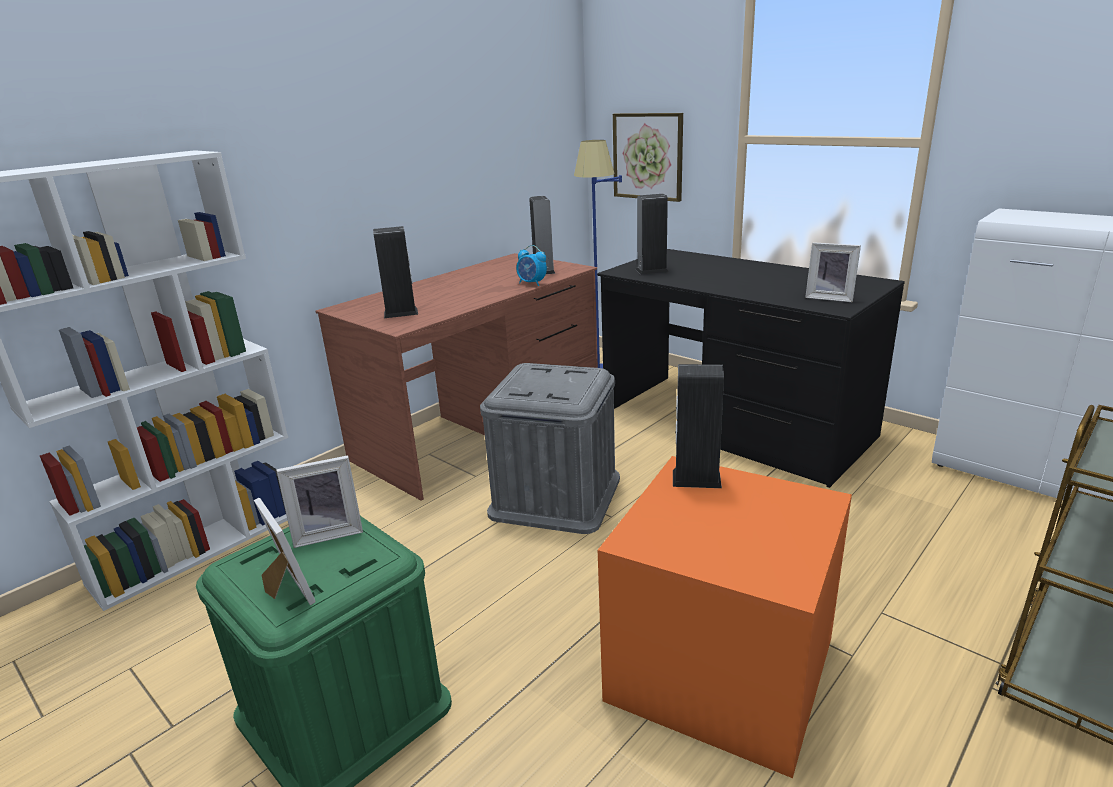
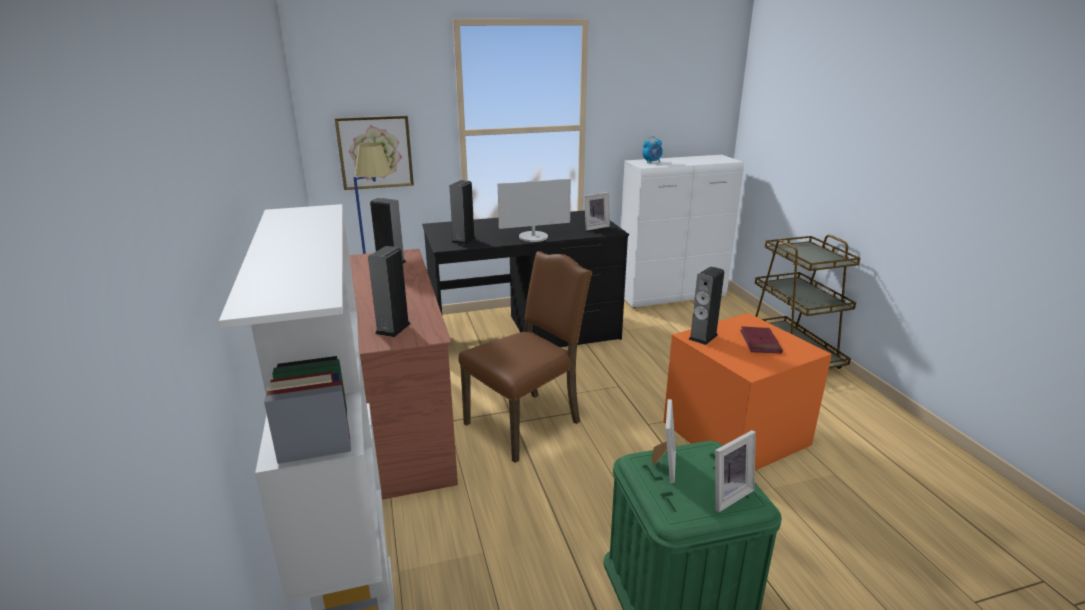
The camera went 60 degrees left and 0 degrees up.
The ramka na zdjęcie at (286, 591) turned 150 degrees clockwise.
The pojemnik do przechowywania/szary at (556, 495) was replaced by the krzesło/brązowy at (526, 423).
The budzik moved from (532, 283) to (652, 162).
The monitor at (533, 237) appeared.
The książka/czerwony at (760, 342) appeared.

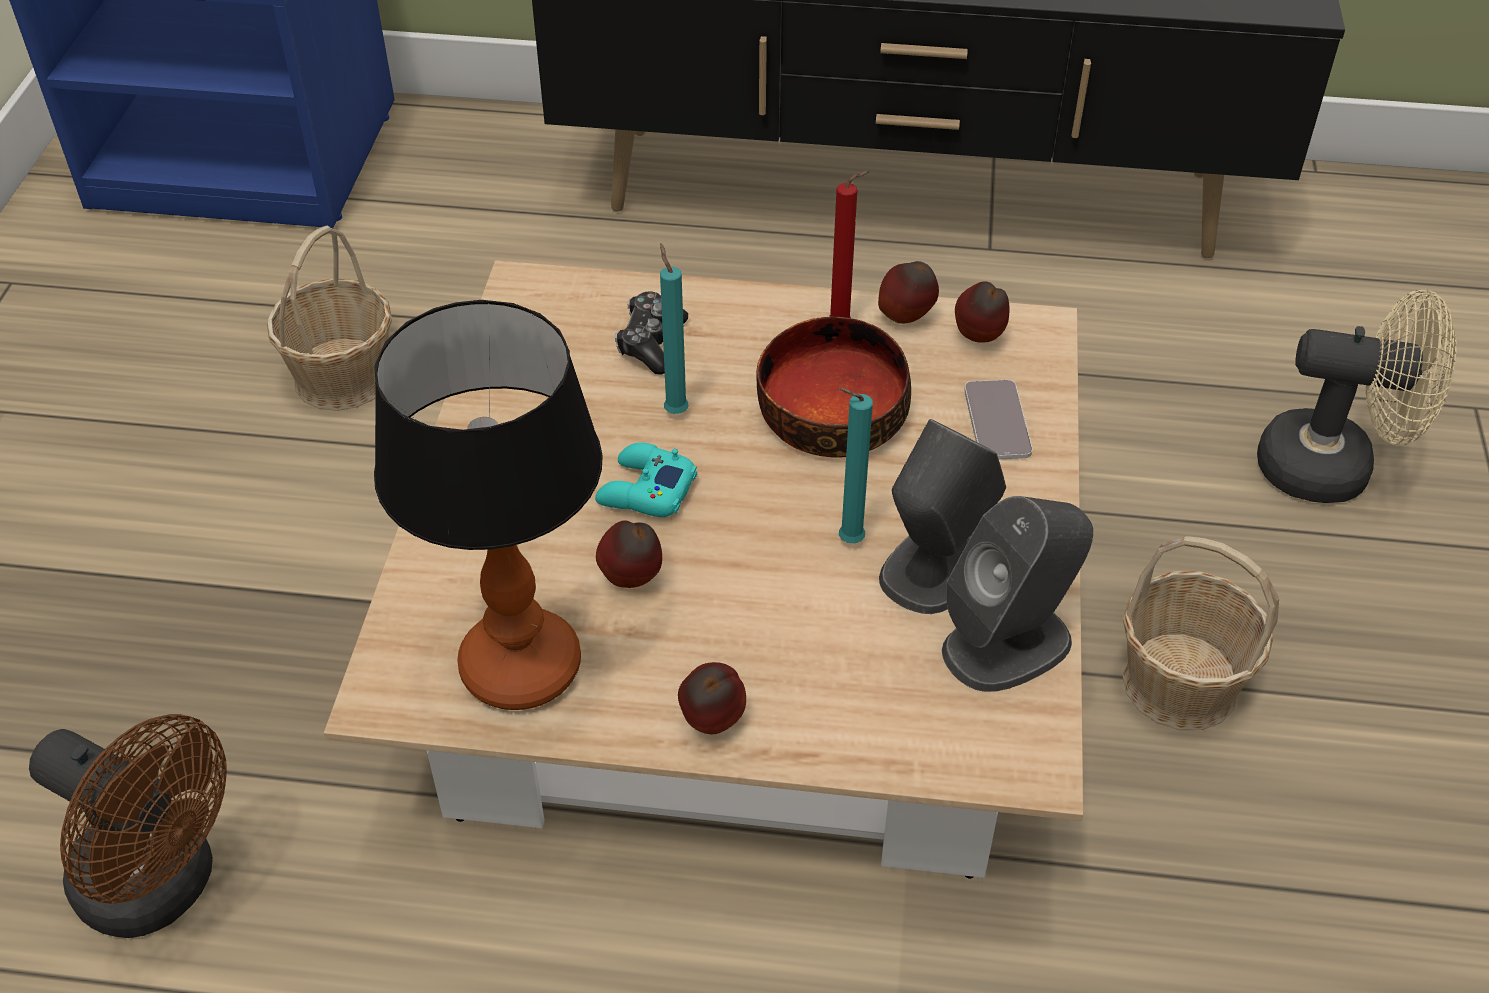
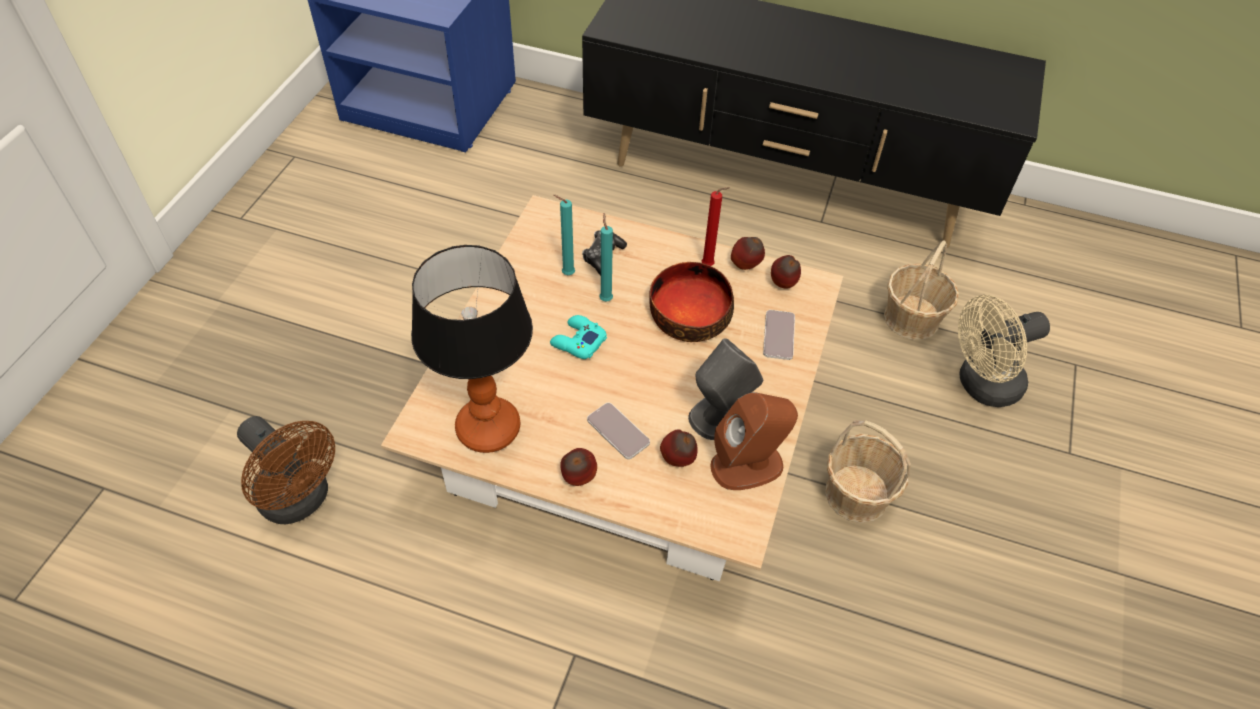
The camera went 10 degrees right and 5 degrees up.
The koszyk moved from (343, 376) to (912, 318).
The jabłko moved from (632, 580) to (678, 460).
The świeca/turkusowy moved from (846, 541) to (566, 274).
The głośnik/szary at (1008, 644) became the głośnik/brązowy at (748, 465).
The wentylator/beżowy at (1333, 468) turned 135 degrees clockwise.
The telefon at (618, 431) appeared.

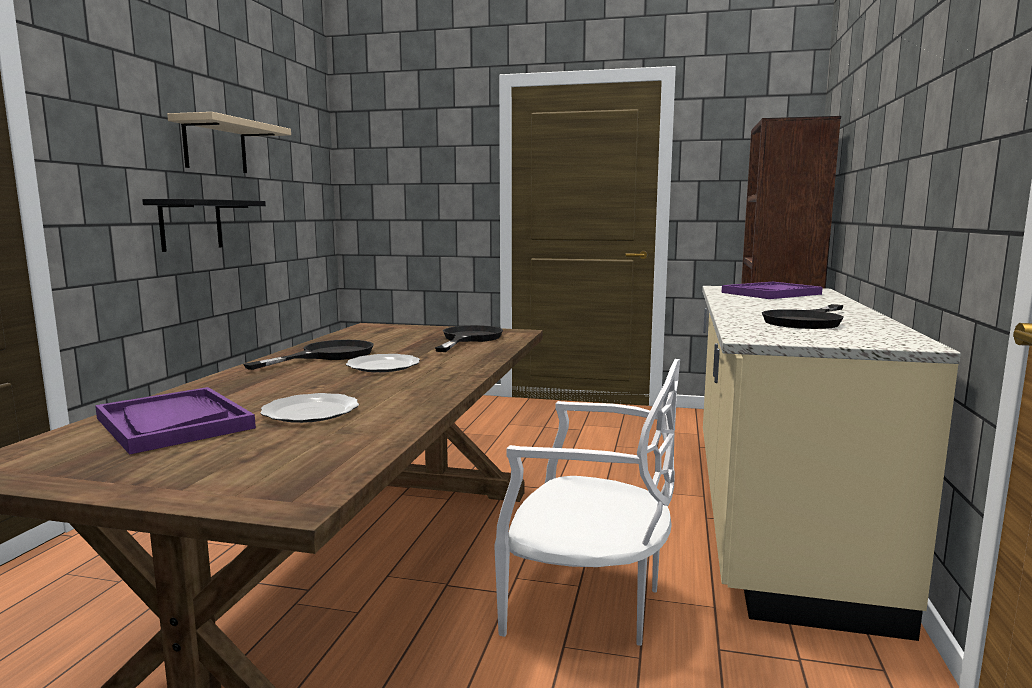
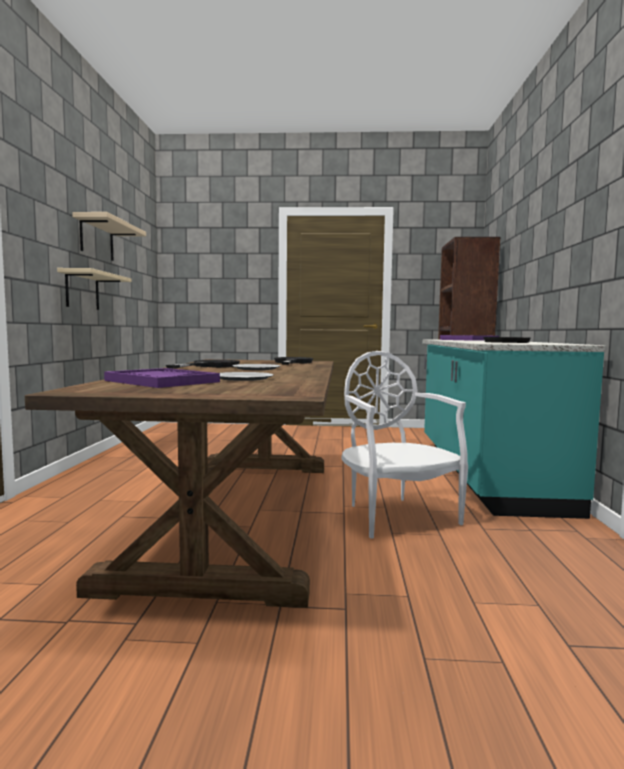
The camera went 10 degrees left and 5 degrees down.
The półka/czarny at (191, 224) became the półka/beżowy at (82, 290).
The krzesło/biały at (588, 604) turned 120 degrees counterclockwise.
The zabudowa kuchenna/beżowy at (774, 515) became the zabudowa kuchenna/turkusowy at (484, 472).

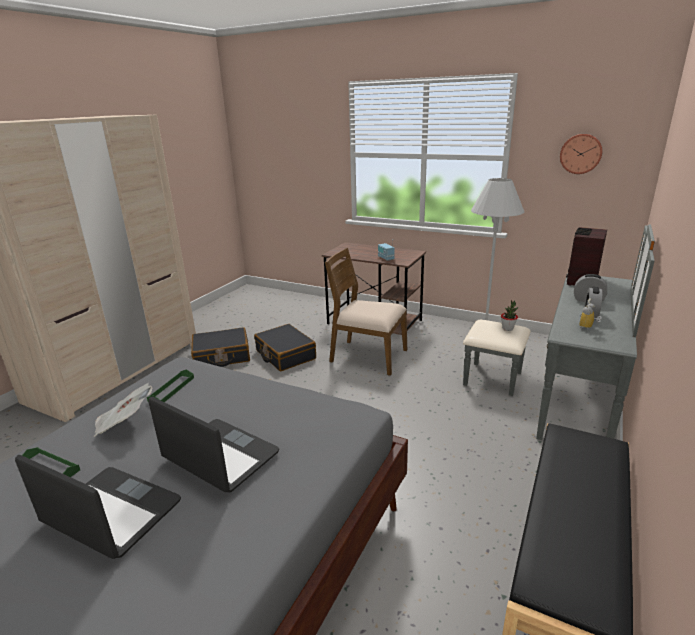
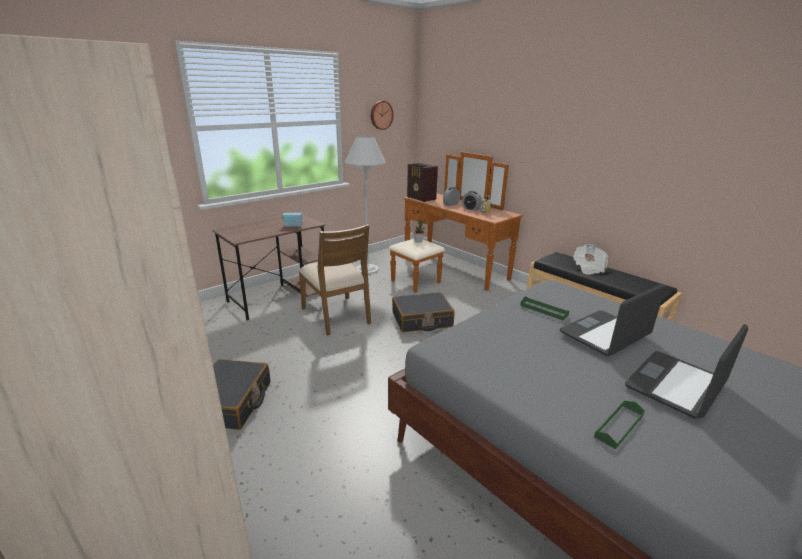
The camera went 70 degrees left and 0 degrees up.
The gazeta moved from (125, 423) to (588, 268).
The taca/zielony moved from (171, 389) to (544, 310).
The walizka/czarny moved from (285, 355) to (422, 320).
The krzesło/brązowy at (367, 356) turned 75 degrees counterclockwise.
The komoda/szary at (557, 393) became the komoda/brązowy at (446, 270).

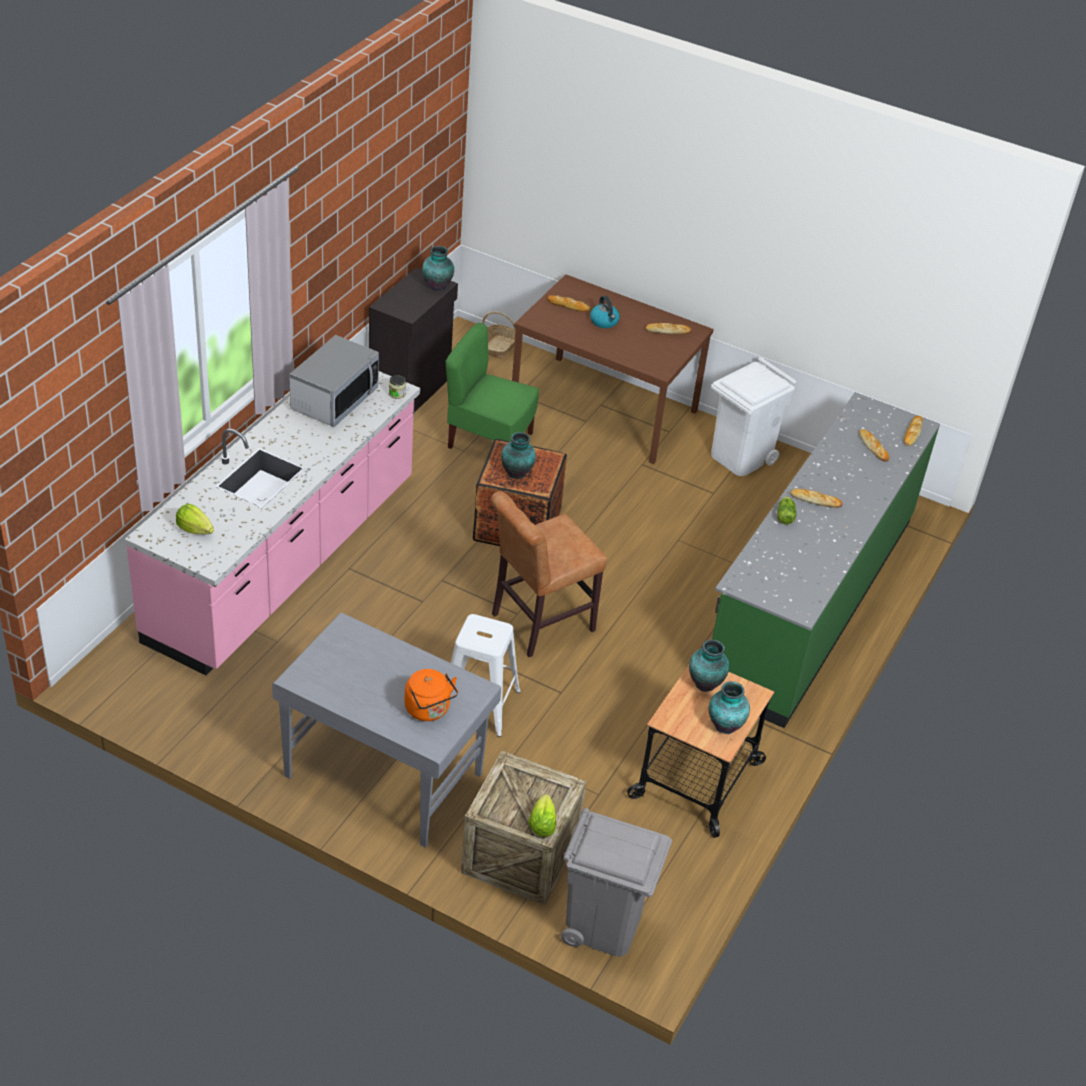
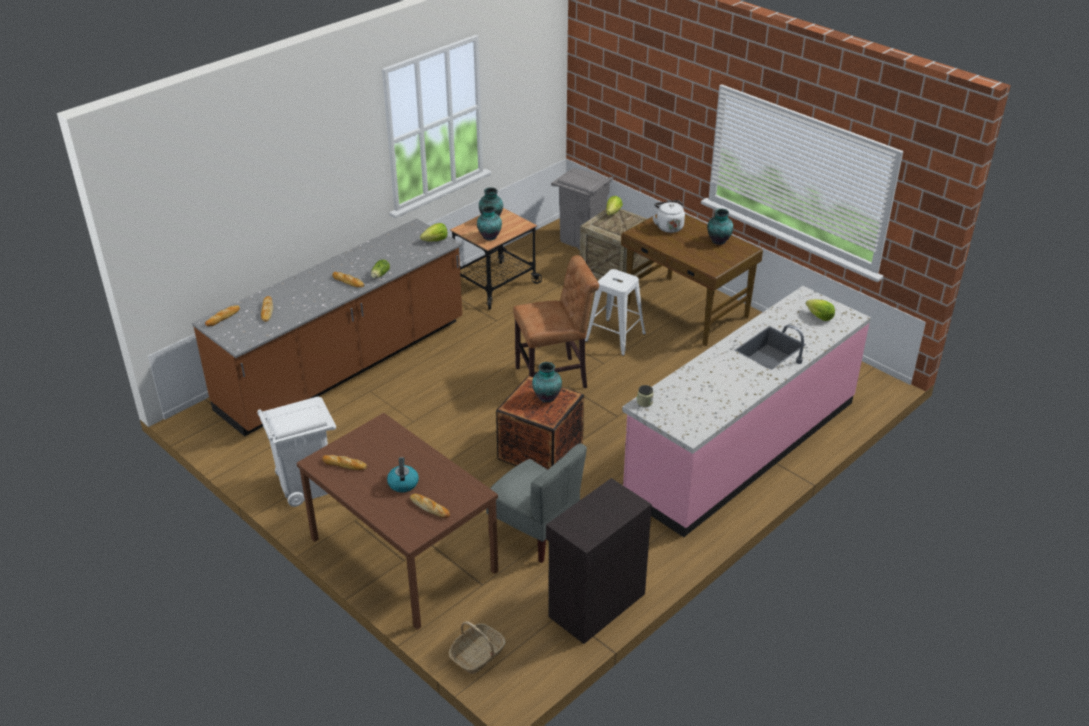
The camera went 160 degrees left and 5 degrees down.
The biurko/szary at (383, 774) became the biurko/brązowy at (686, 311).
The mikrofalówka at (334, 399) disappeared.
The czajnik/pomarańczowy at (429, 710) became the czajnik/biały at (668, 226).
The wazon moved from (437, 286) to (718, 241).
The krzesło/zielony at (489, 442) became the krzesło/szary at (535, 532).
The zabudowa kuchenna/zielony at (809, 601) became the zabudowa kuchenna/brązowy at (344, 366).
The sałata at (435, 240) appeared.

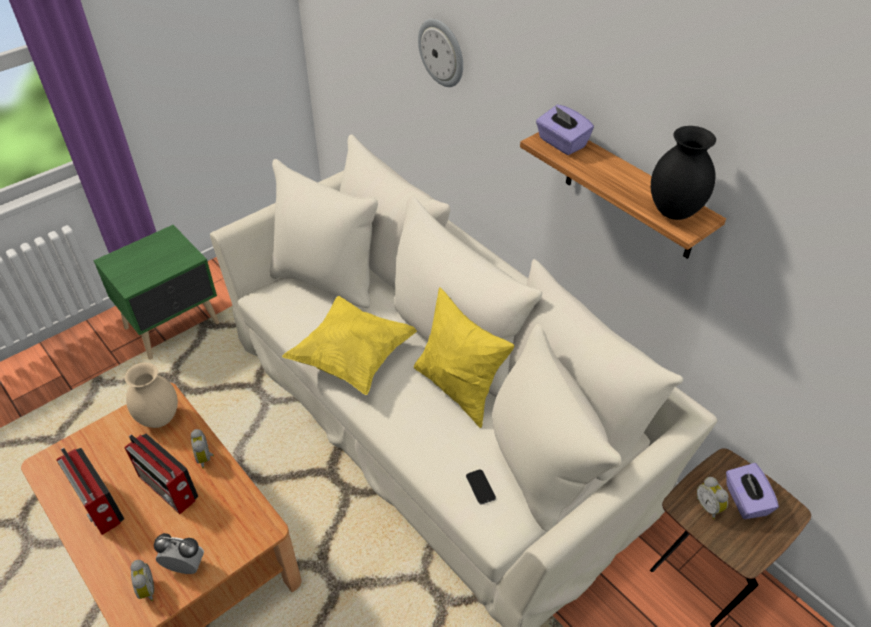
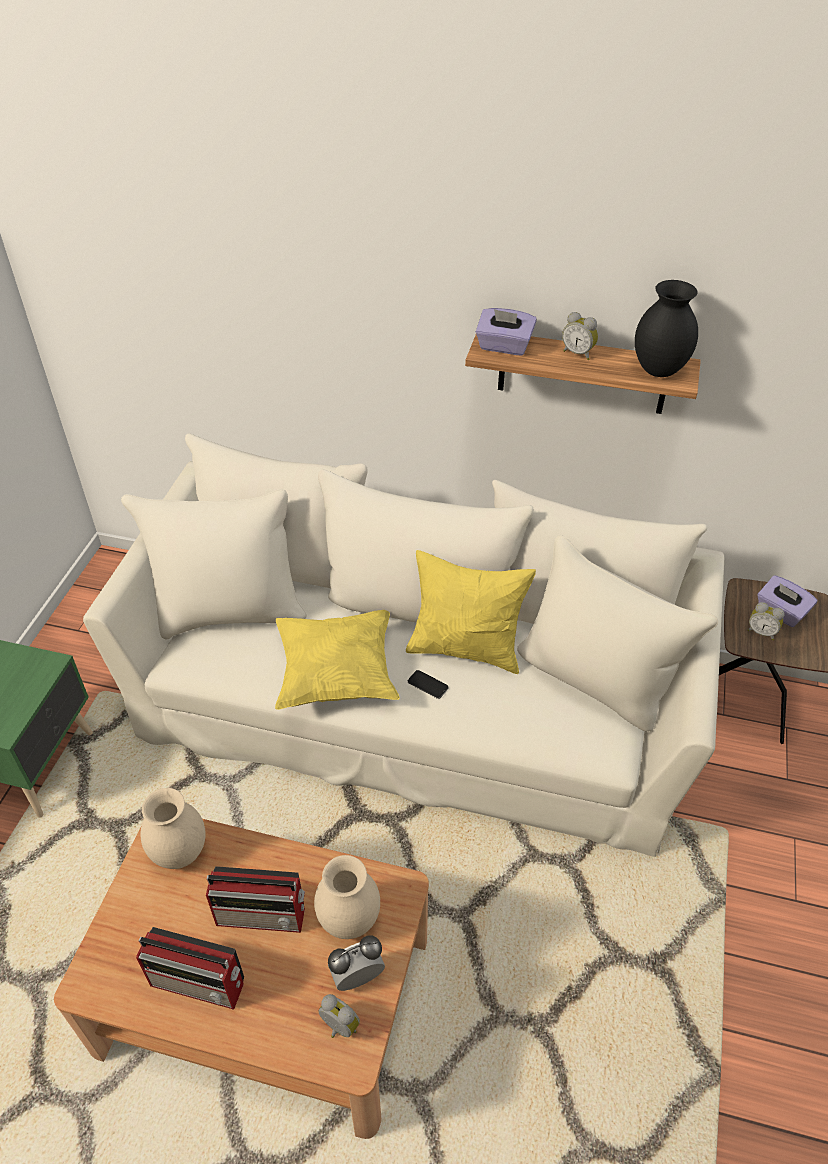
The camera went 35 degrees left and 0 degrees up.
The budzik moved from (206, 457) to (578, 353).
The zegar ścienny at (442, 52) disappeared.
The telefon moved from (480, 487) to (428, 685).
The wazon/beżowy at (349, 922) appeared.

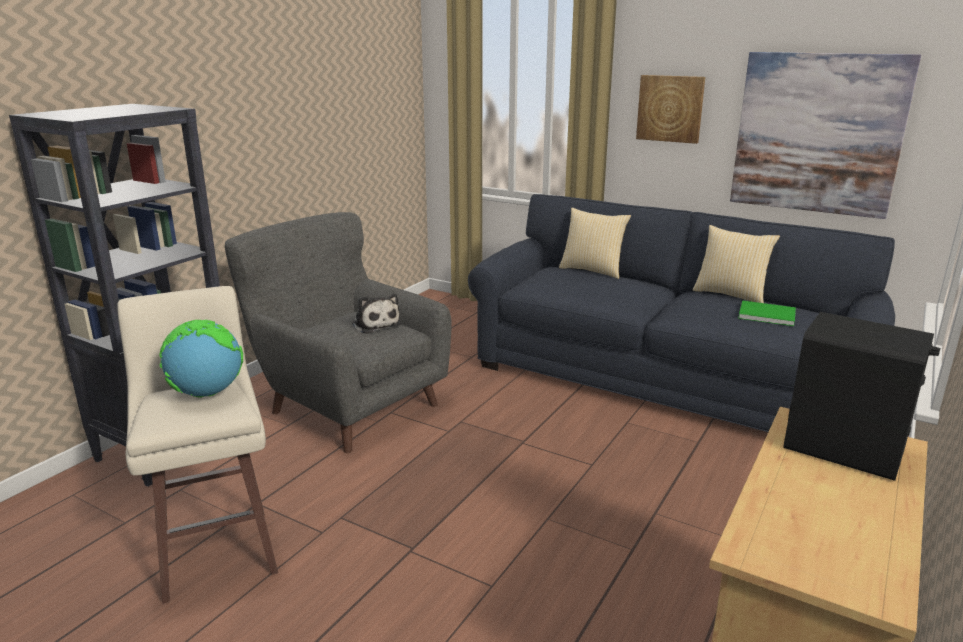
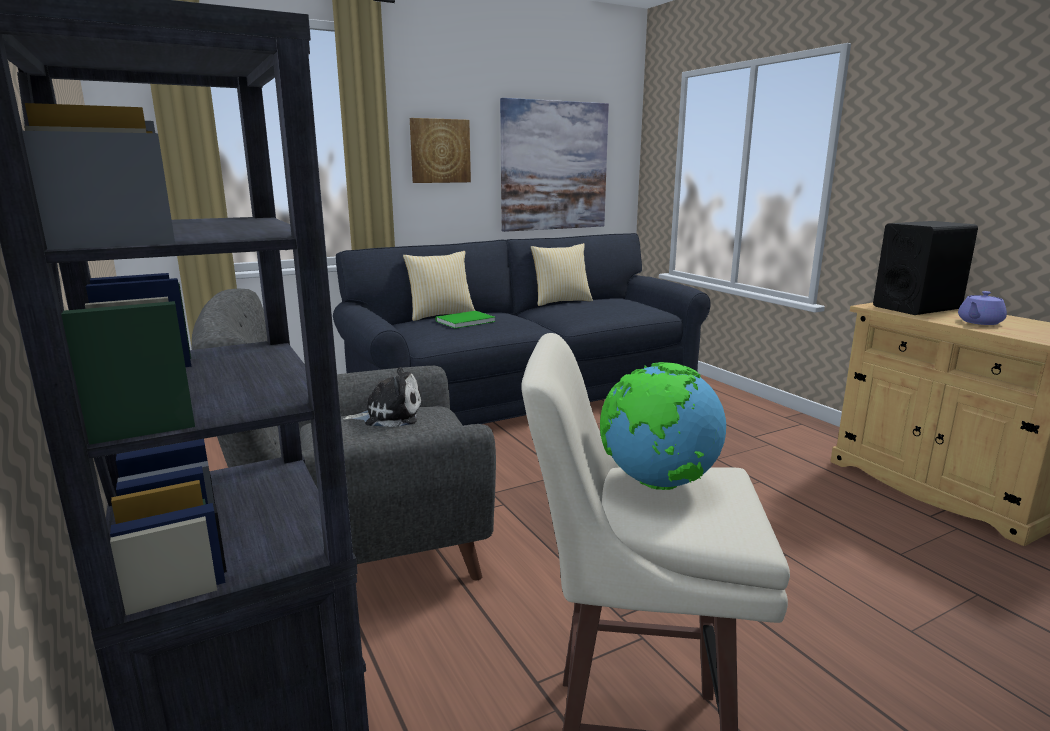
The camera went 60 degrees left and 5 degrees down.
The książka/zielony moved from (765, 314) to (463, 321).
The imbryk/fioletowy at (979, 322) appeared.

